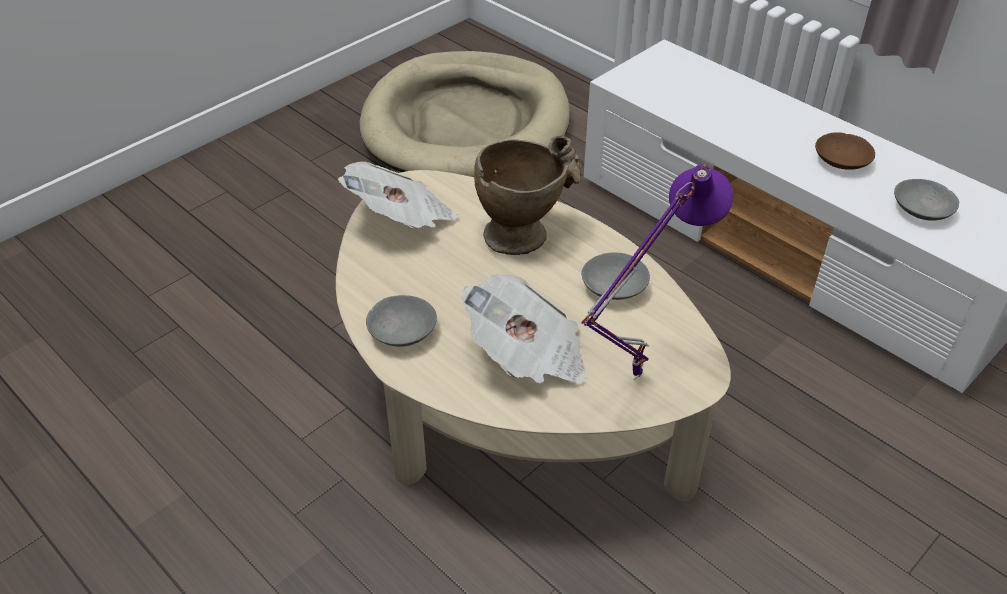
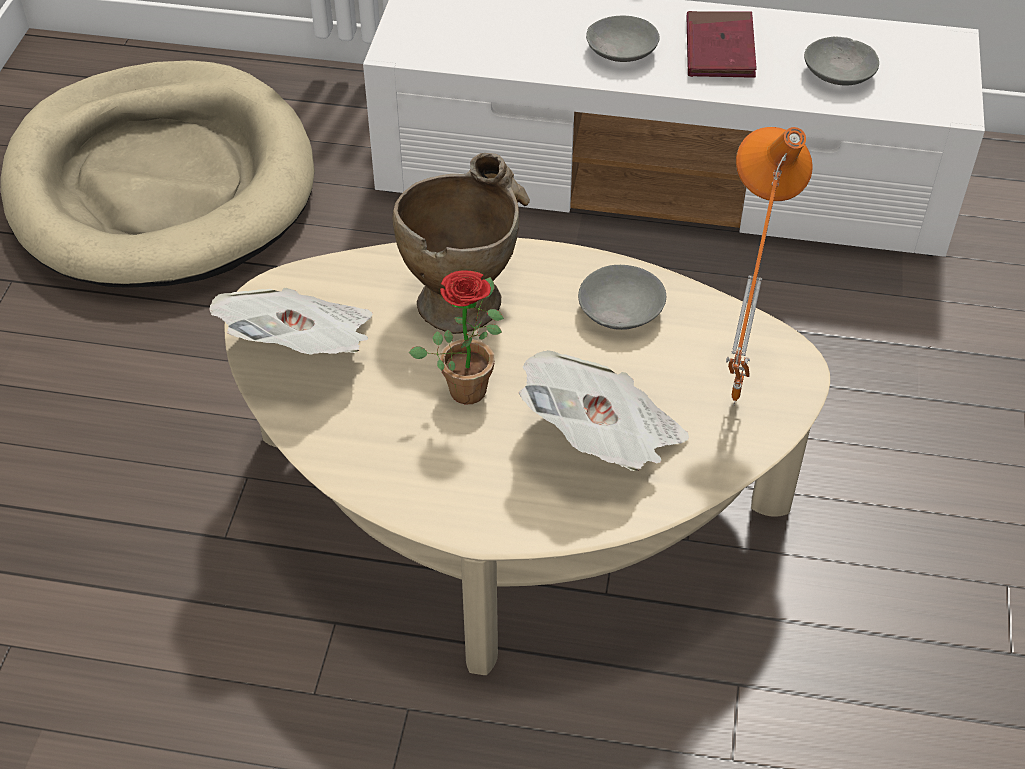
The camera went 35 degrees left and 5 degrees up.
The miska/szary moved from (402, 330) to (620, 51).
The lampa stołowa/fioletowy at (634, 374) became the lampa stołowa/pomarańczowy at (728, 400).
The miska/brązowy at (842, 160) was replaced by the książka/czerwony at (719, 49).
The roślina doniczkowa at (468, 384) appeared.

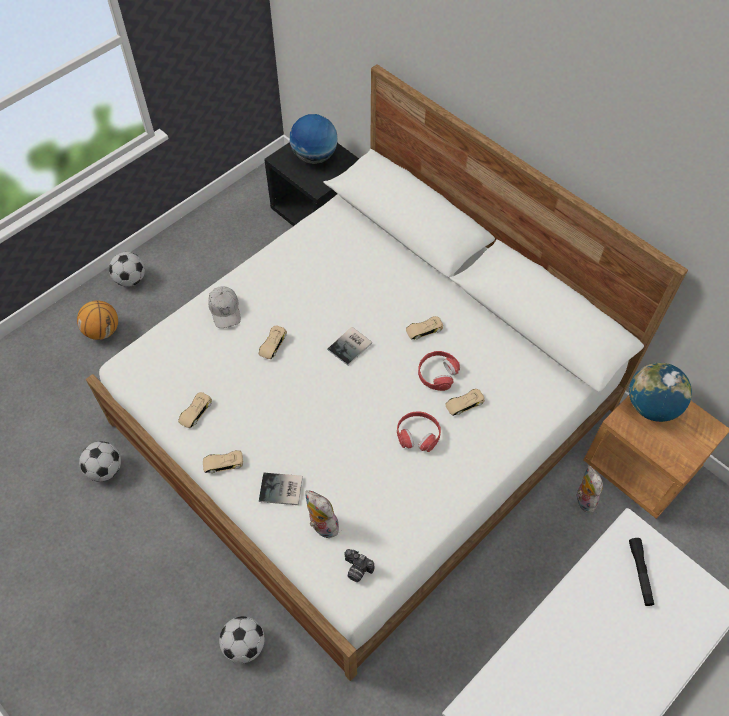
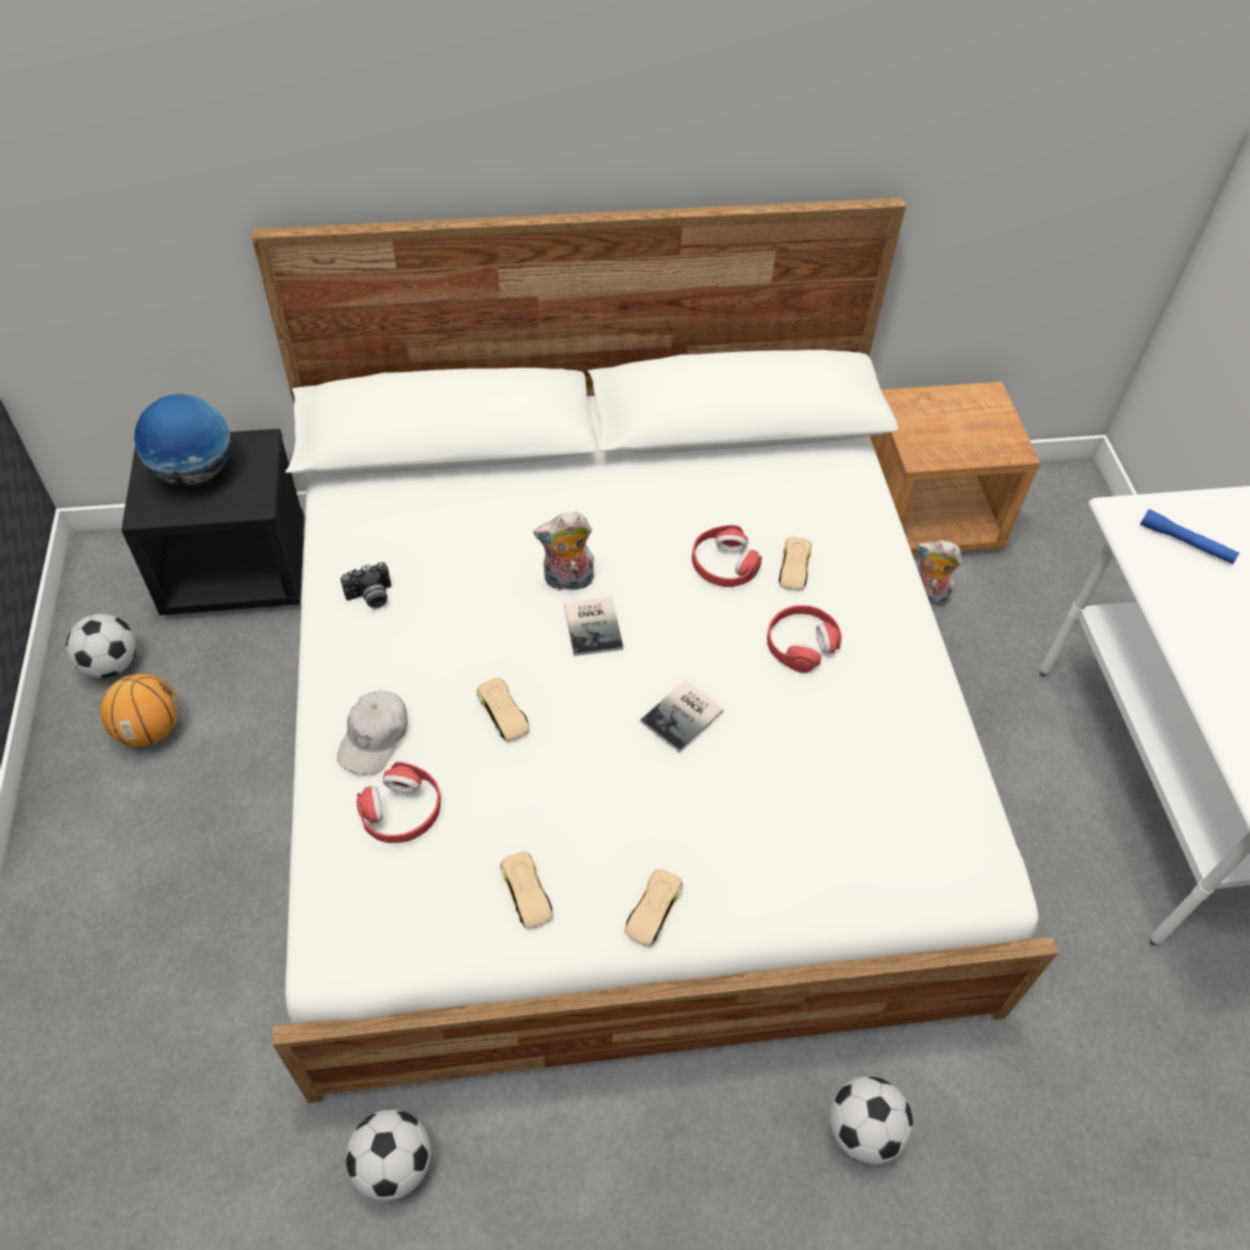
The camera went 55 degrees left and 5 degrees down.
The piłka do koszykówki moved from (103, 331) to (150, 729).
The piłka futbolowa moved from (131, 279) to (111, 664).
The czapka z daszkiem/biały at (225, 310) turned 90 degrees clockwise.
The książka moved from (282, 490) to (685, 716).
The pluszak moved from (321, 525) to (567, 581).
The aparat fotograficzny moved from (356, 570) to (371, 597).
The samochodzik/beżowy at (424, 330) disappeared.
The globus at (651, 406) disappeared.
The latarka/czarny at (640, 573) became the latarka/niebieski at (1186, 543).
The słuchawki/czerwony at (401, 811) appeared.

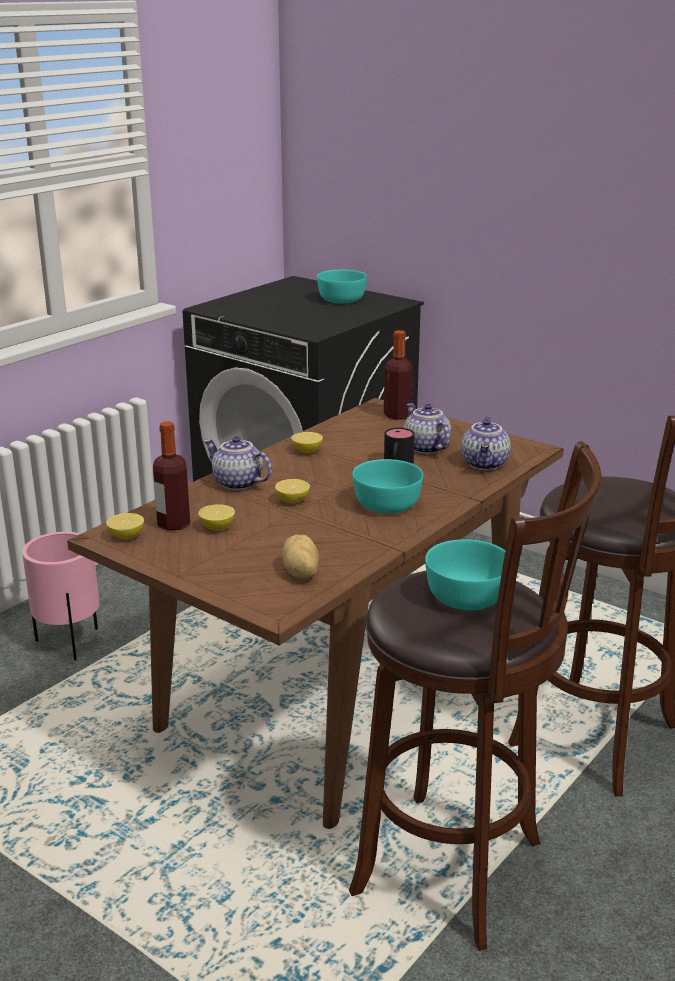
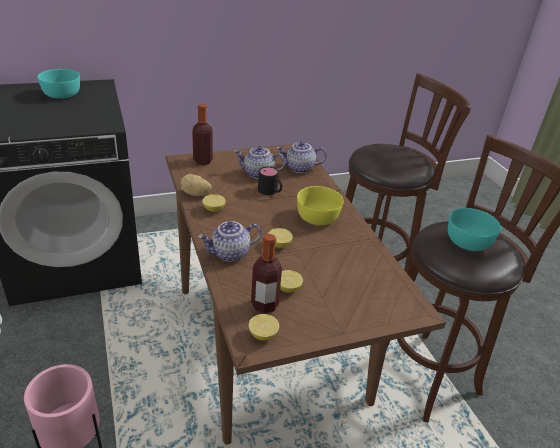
The camera went 60 degrees left and 10 degrees up.
The ziemniak moved from (299, 573) to (195, 194).
The miska/turkusowy at (386, 504) became the miska/żółty at (316, 217).
The imbryk at (486, 464) turned 135 degrees clockwise.

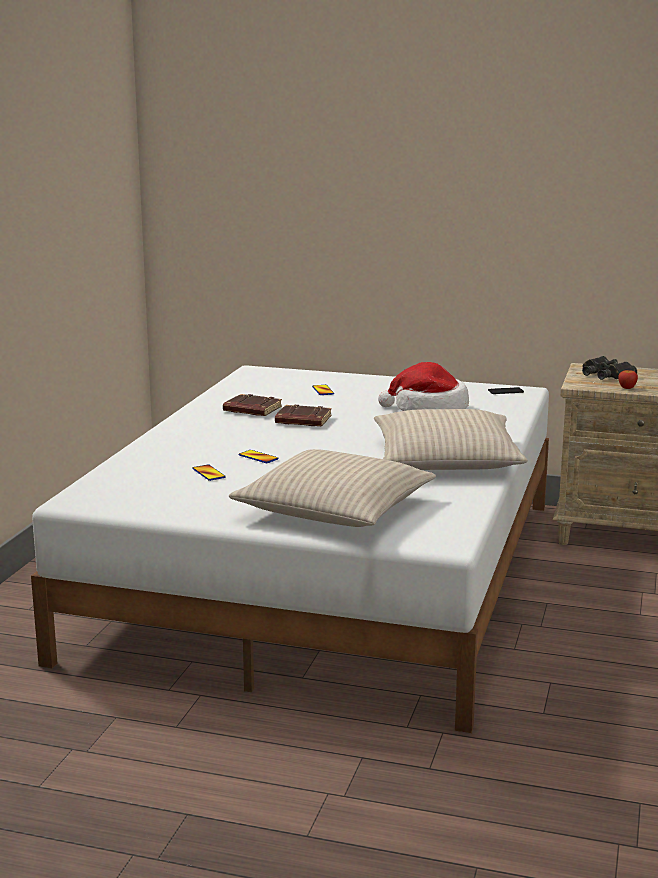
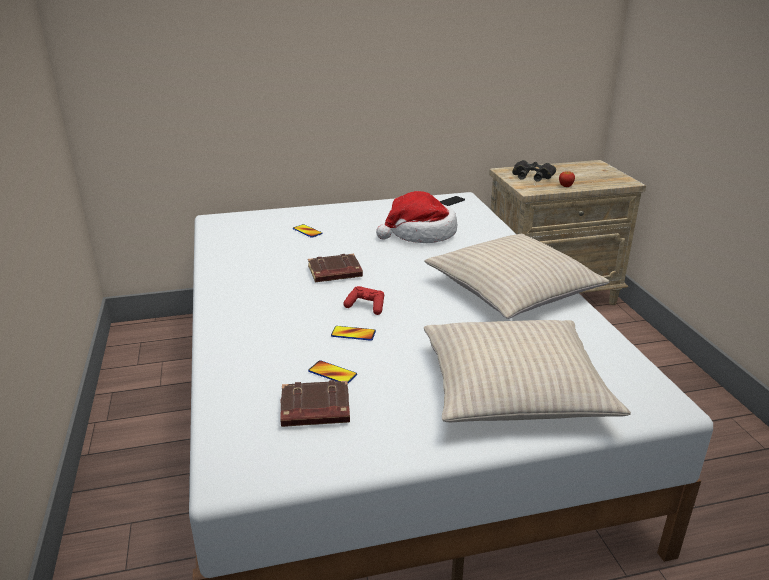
The camera went 30 degrees left and 10 degrees up.
The książka/brązowy moved from (251, 410) to (314, 410).
The pad do gier/czerwony at (366, 306) appeared.

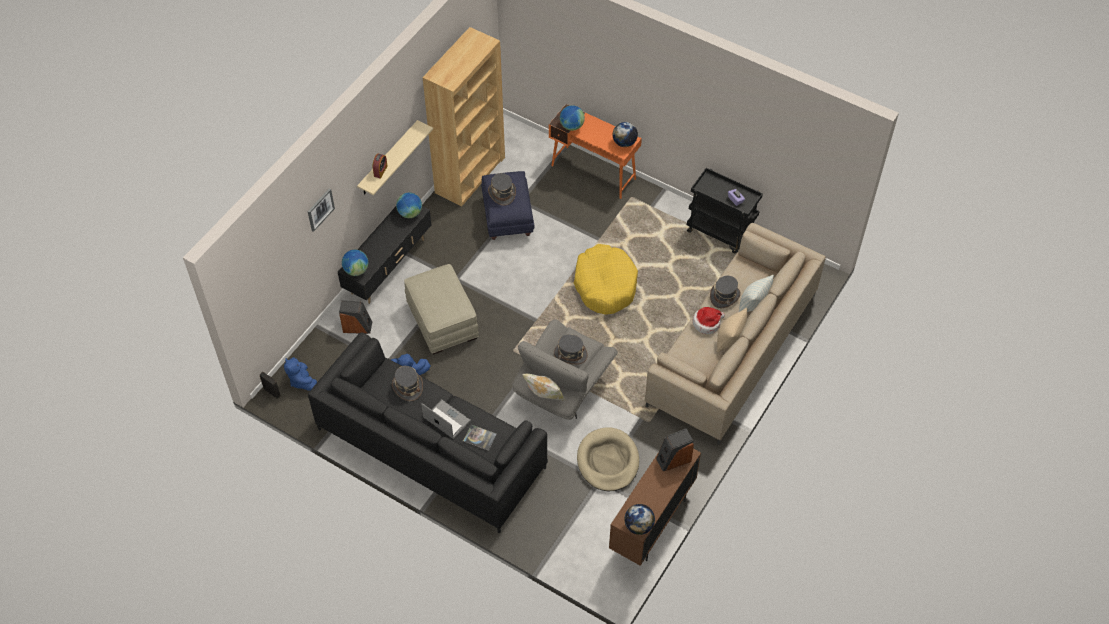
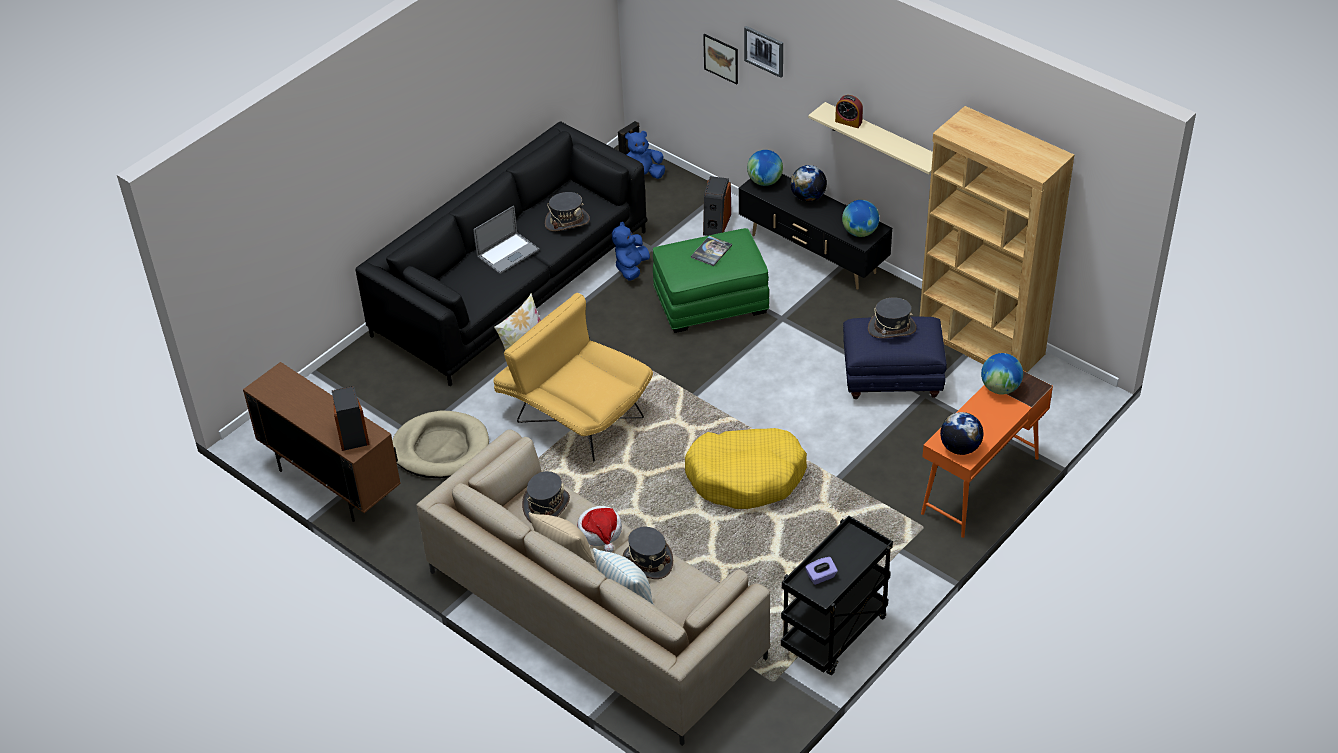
The camera went 100 degrees right and 10 degrees down.
The pufa/beżowy at (442, 320) became the pufa/zielony at (711, 301).
The książka moved from (479, 438) to (711, 251).
The fotel/szary at (563, 386) became the fotel/żółty at (574, 413).
The kapelusz/szary moved from (570, 354) to (546, 505).
The globus moved from (639, 526) to (808, 197).
The obraz at (721, 58) appeared.

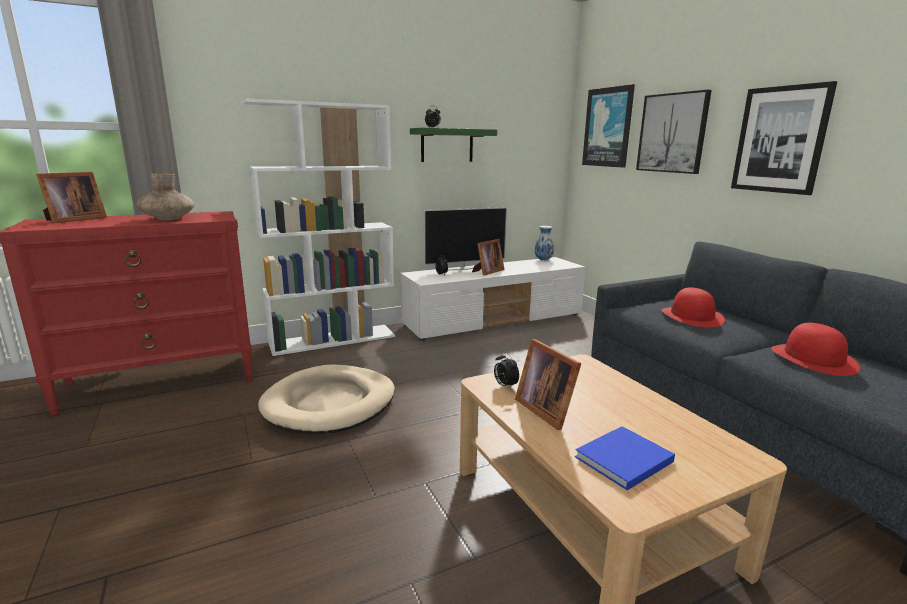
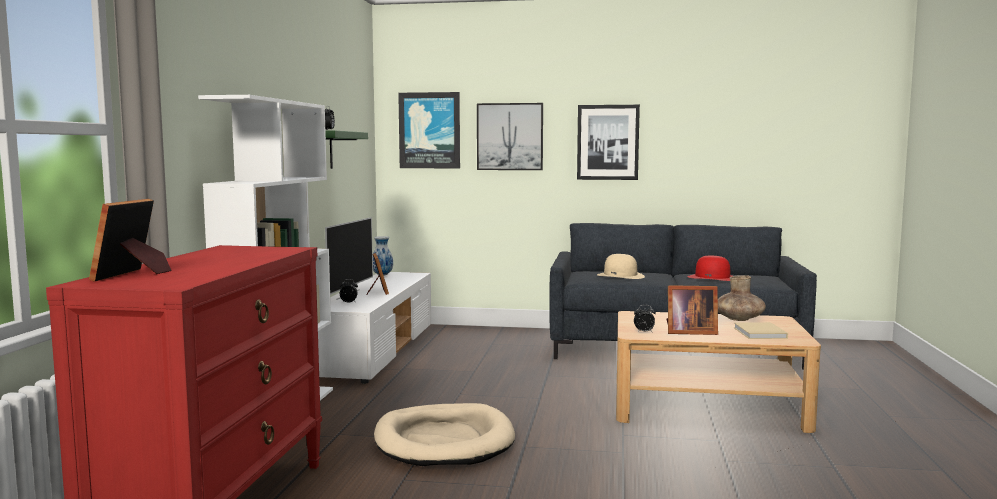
The camera went 55 degrees left and 10 degrees down.
The ramka na zdjęcie at (73, 219) turned 150 degrees counterclockwise.
The wazon/brązowy moved from (168, 219) to (738, 319).
The książka/niebieski at (622, 460) became the książka/beżowy at (760, 333).
The kapelusz/czerwony at (692, 316) became the kapelusz/beżowy at (620, 276).

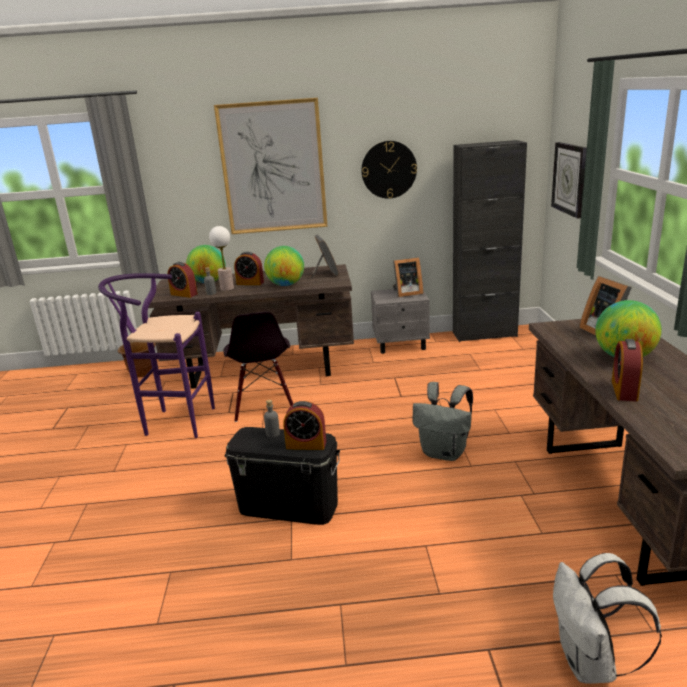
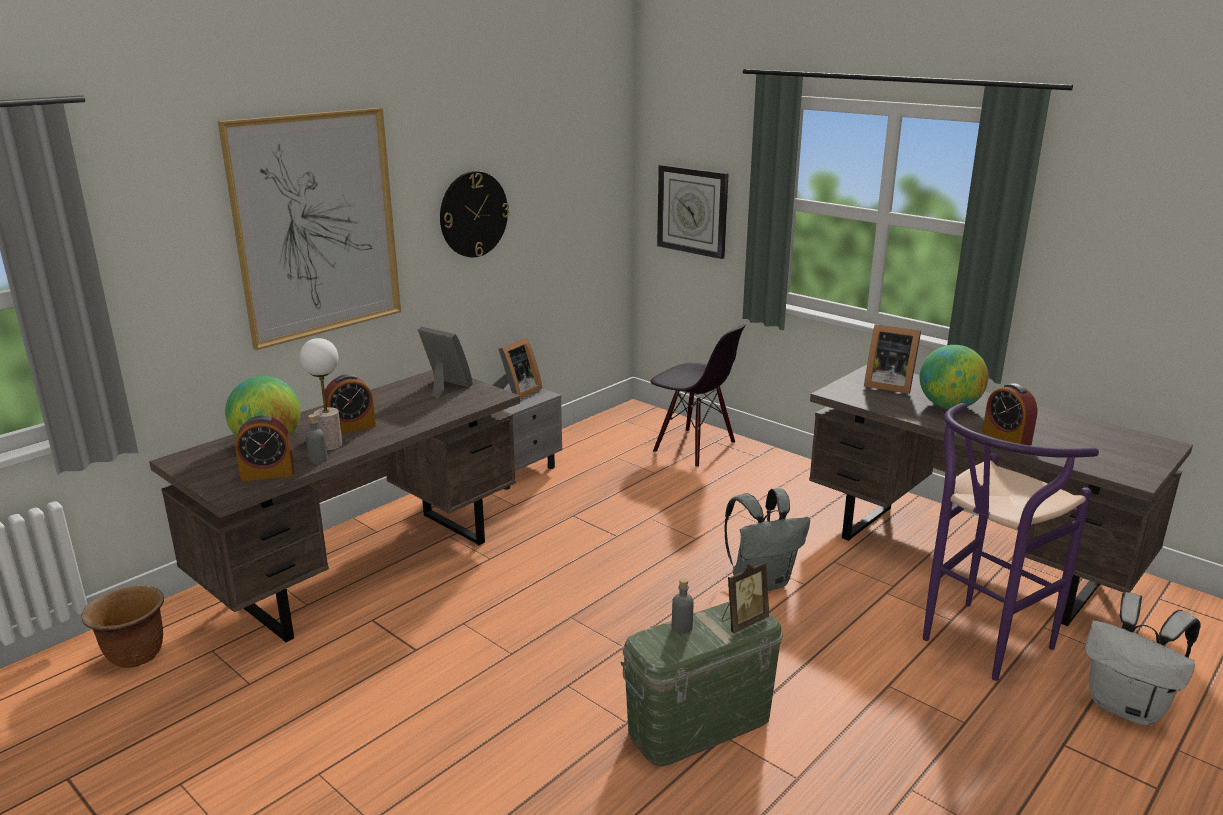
The camera went 45 degrees left and 0 degrees up.
The stołek/fioletowy moved from (173, 422) to (977, 646).
The krzesło/czarny moved from (264, 407) to (694, 448).
The pojemnik do przechowywania/czarny at (289, 506) became the pojemnik do przechowywania/zielony at (699, 724).
The globus at (286, 285) disappeared.
The budzik at (306, 445) was replaced by the ramka na zdjęcie at (743, 621).
The szafka/czarny at (484, 334) disappeared.

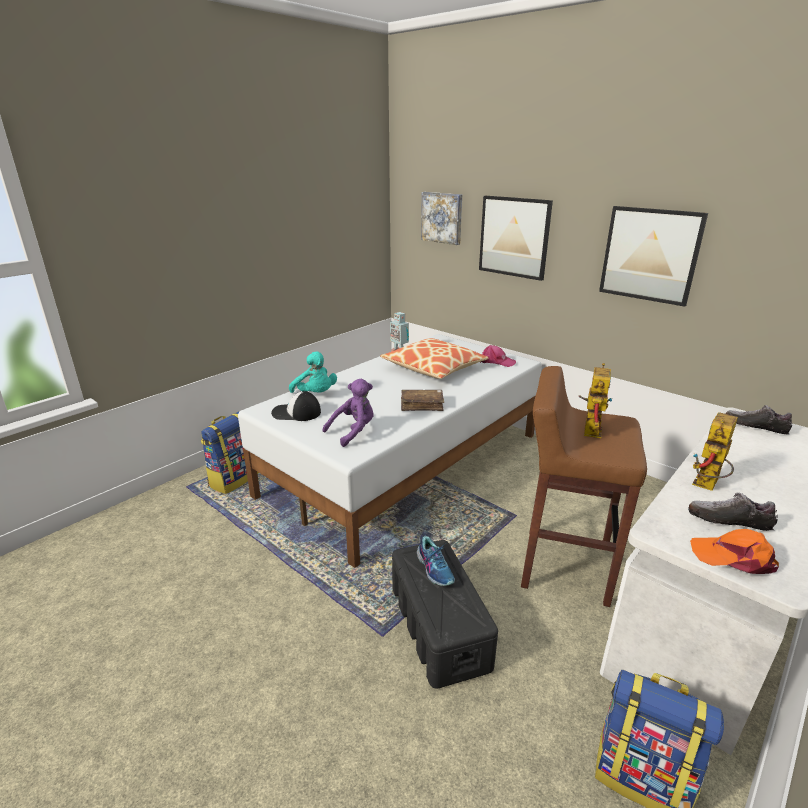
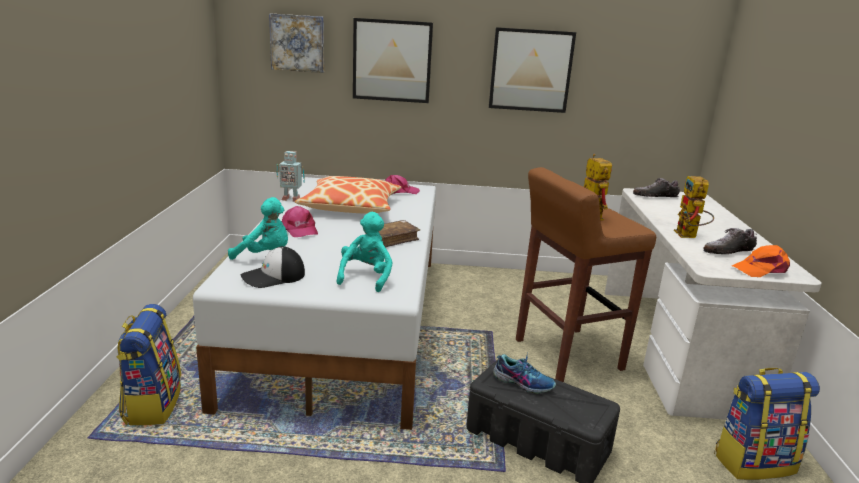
The camera went 40 degrees left and 5 degrees down.
The pluszak/fioletowy at (353, 432) became the pluszak/turkusowy at (366, 277).
The czapka z daszkiem/różowy at (299, 229) appeared.

